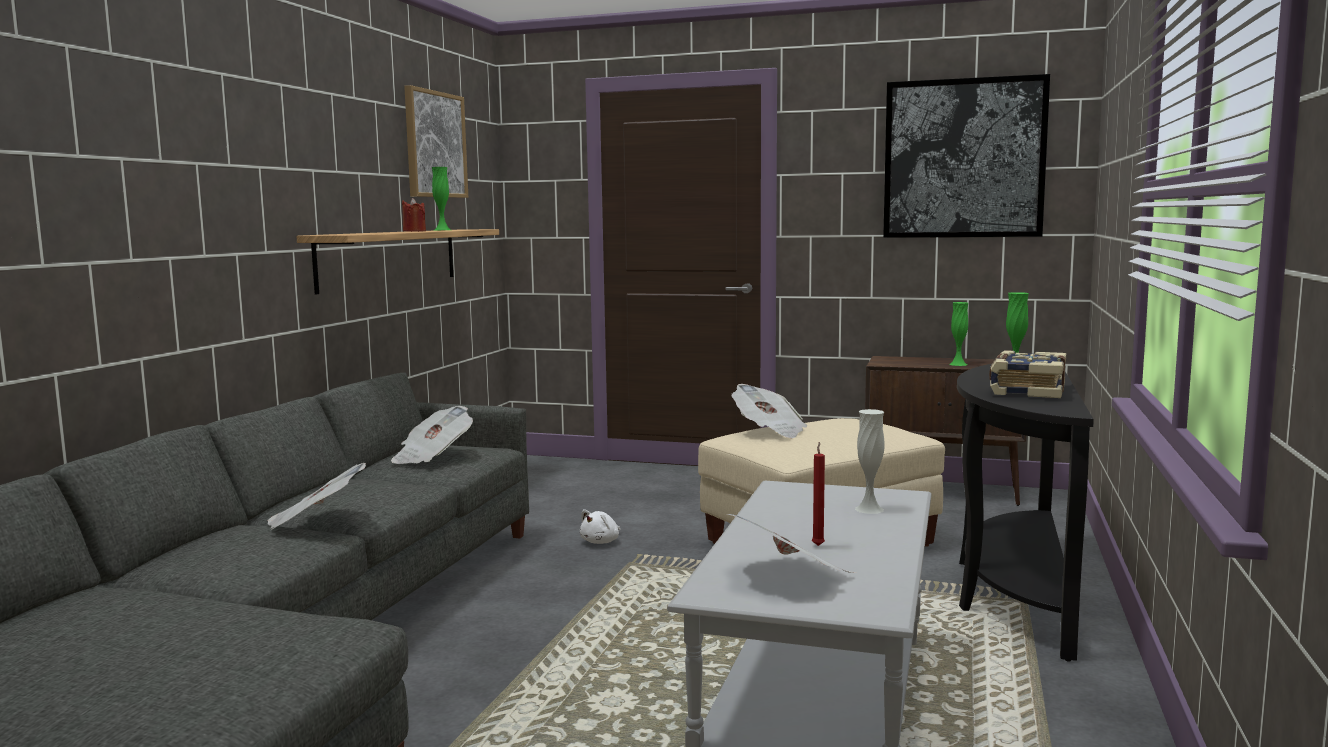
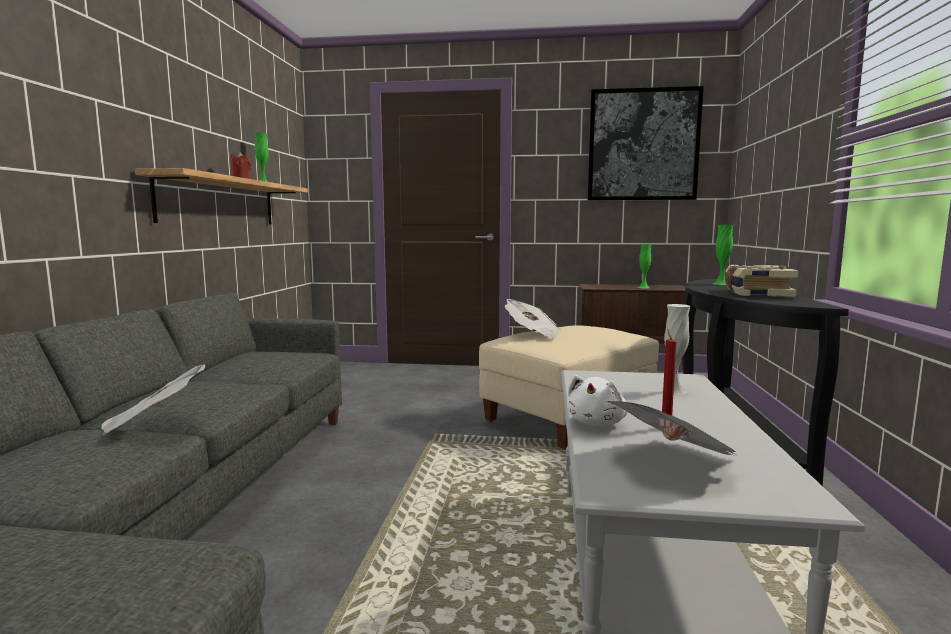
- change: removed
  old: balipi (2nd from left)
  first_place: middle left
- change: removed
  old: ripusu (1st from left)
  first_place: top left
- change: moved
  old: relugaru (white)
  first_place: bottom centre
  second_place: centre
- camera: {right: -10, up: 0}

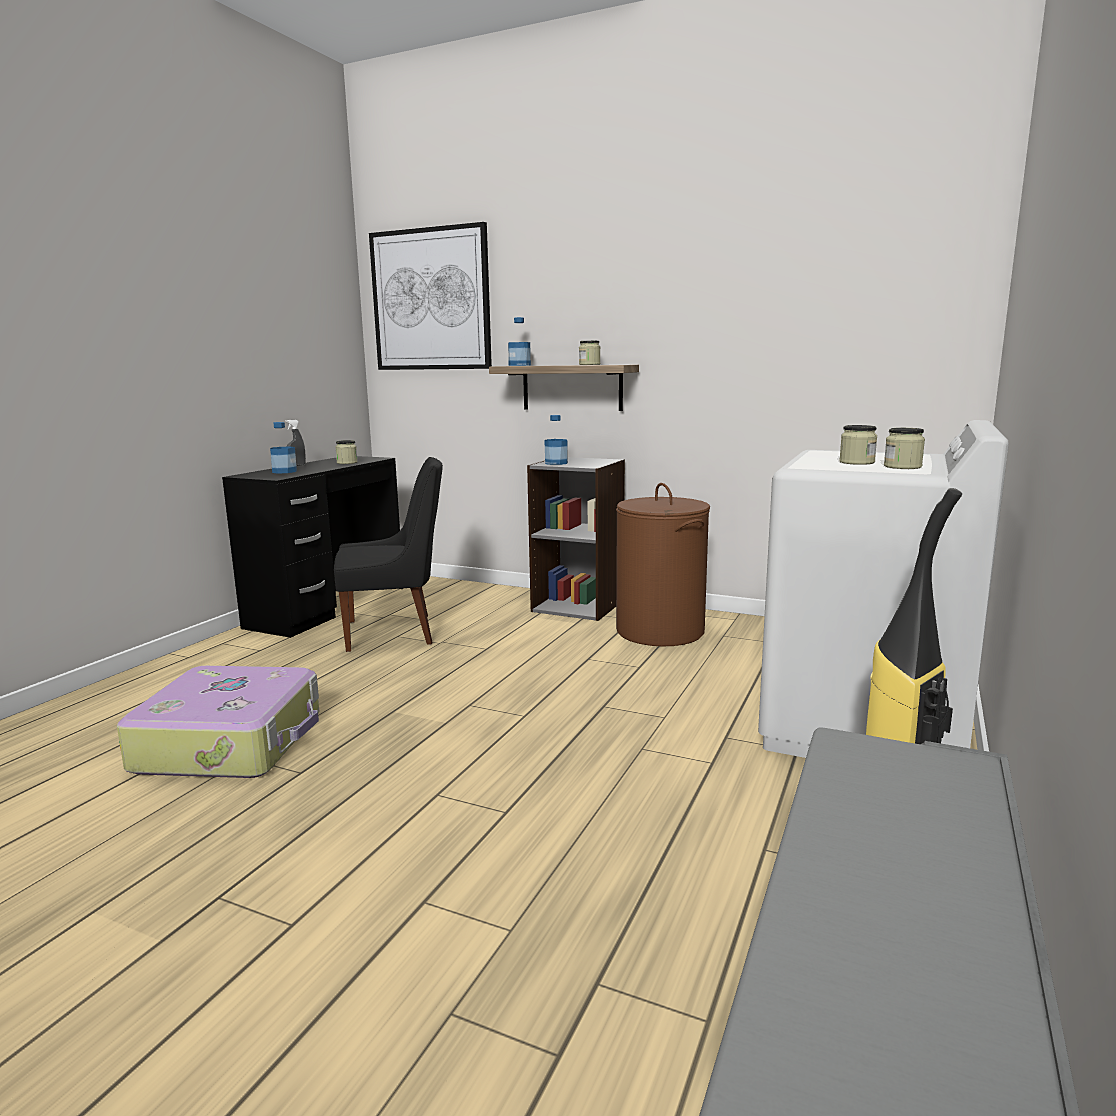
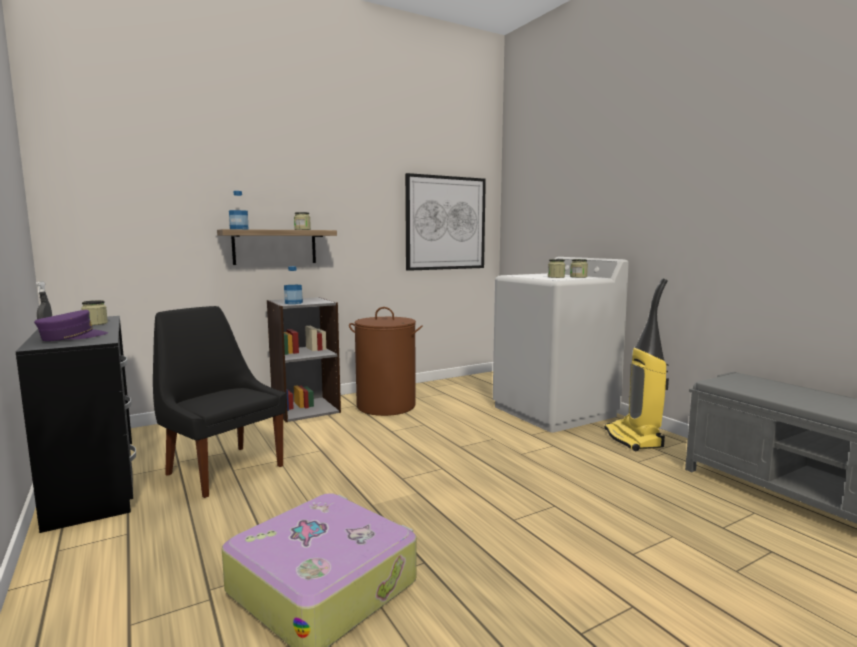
- change: moved
  old: ripusu
  first_place: top centre
  second_place: centre
- change: replaced
  old: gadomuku (1st from left)
  new: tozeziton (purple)
  first_place: middle left
  second_place: middle left
- change: turned
  old: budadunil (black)
  first_place: centre
  second_place: middle left
  degrees: -75
- camera: {right: -55, up: -5}

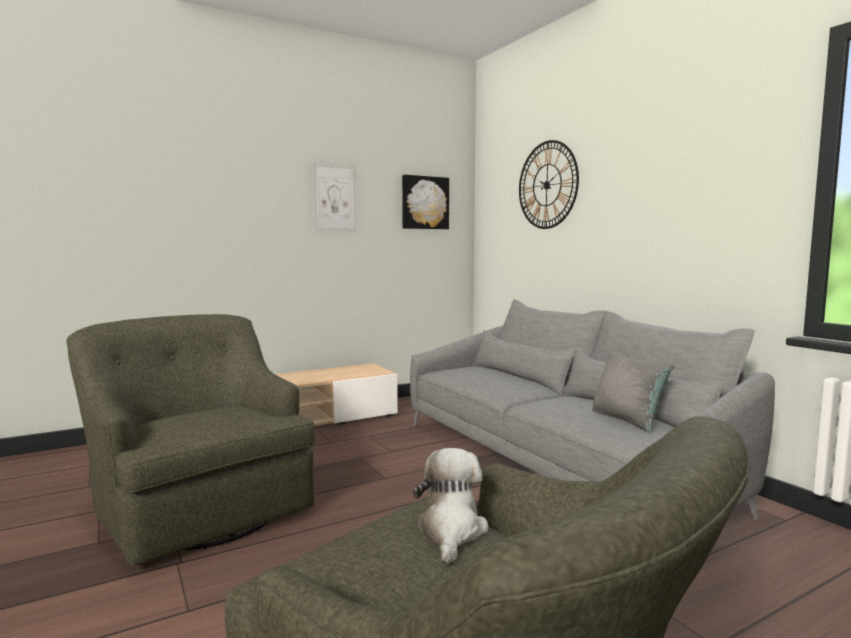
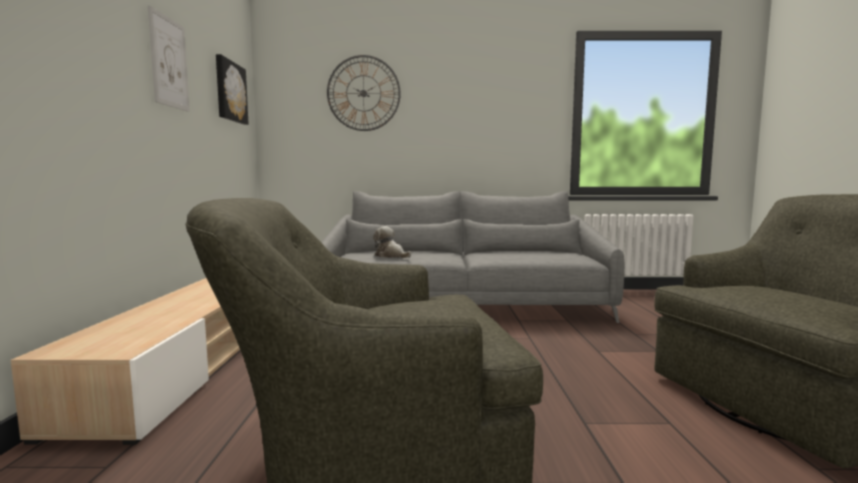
- change: removed
  old: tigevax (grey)
  first_place: middle right
- change: moved
  old: relugaru
  first_place: bottom centre
  second_place: centre
- camera: {right: -60, up: 0}

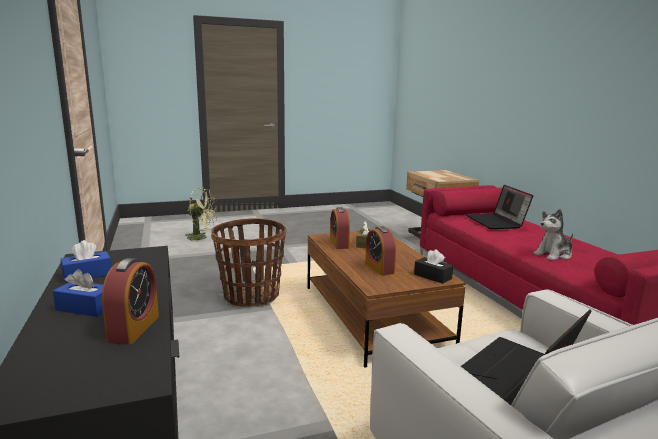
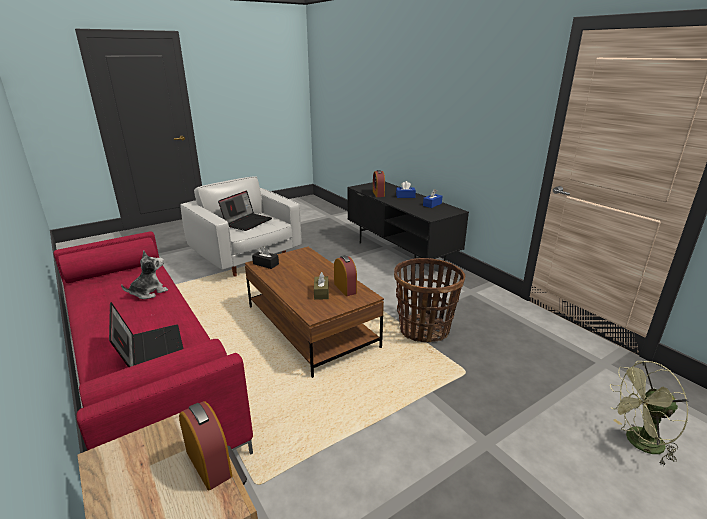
- change: moved
  old: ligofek (3rd from left in the first image)
  new: ligofek (1st from left)
  first_place: centre
  second_place: bottom left
- camera: {right: 165, up: 10}

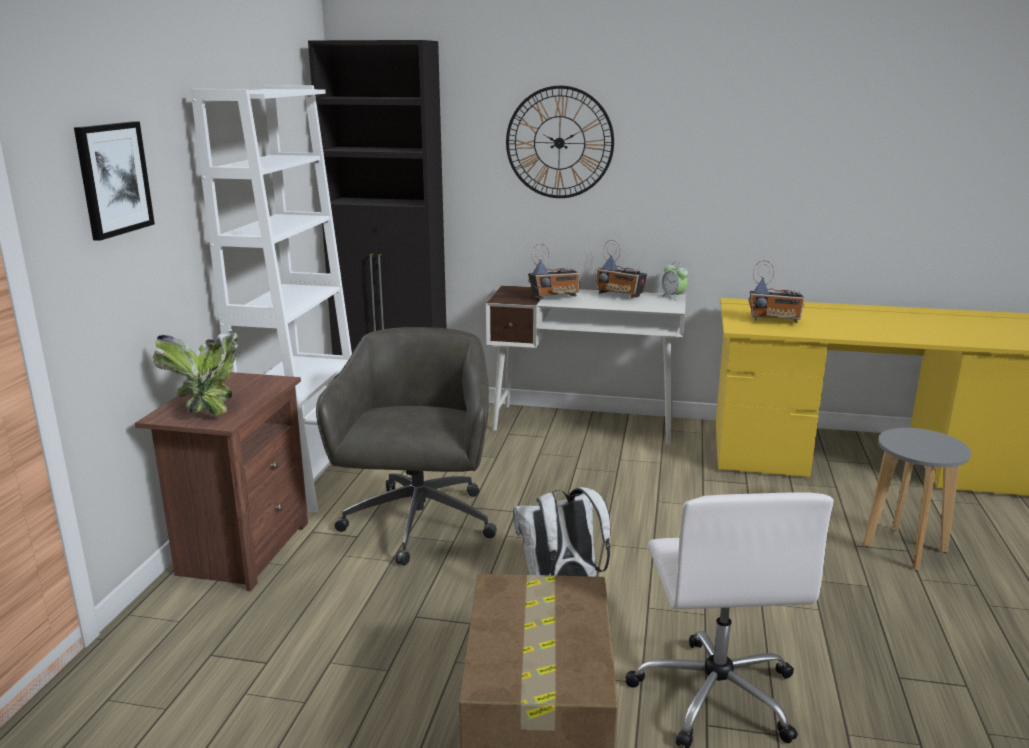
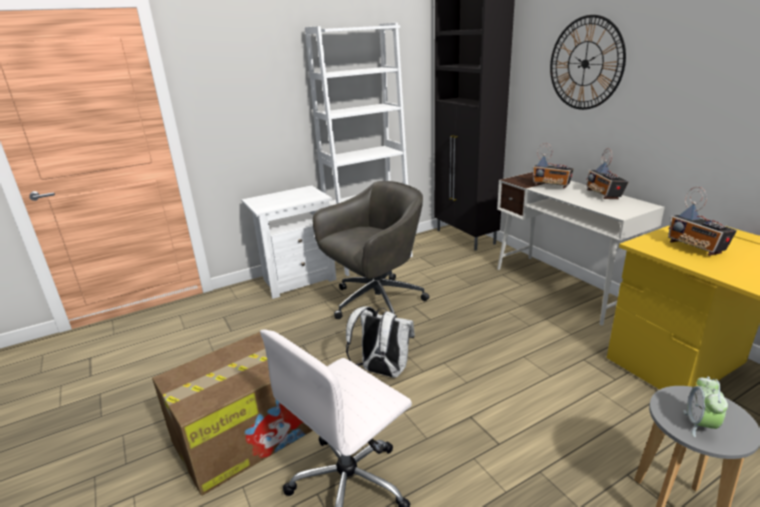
- change: removed
  old: ripusu
  first_place: top left
- change: removed
  old: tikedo
  first_place: middle left
- change: moved
  old: ligofek
  first_place: centre
  second_place: bottom right
- change: recoloured
  old: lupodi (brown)
  new: lupodi (white)
  first_place: middle left
  second_place: centre
- camera: {right: 50, up: 5}

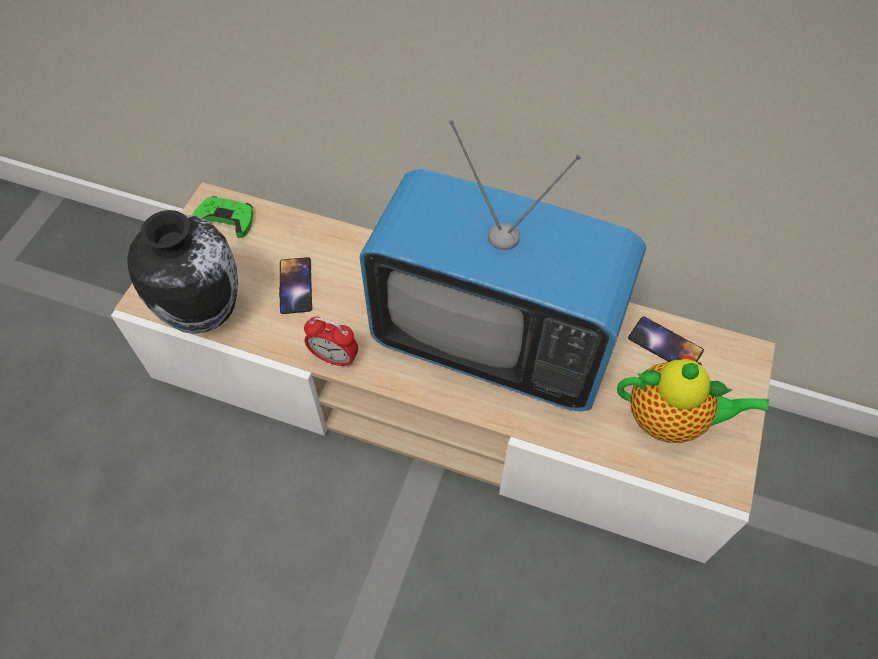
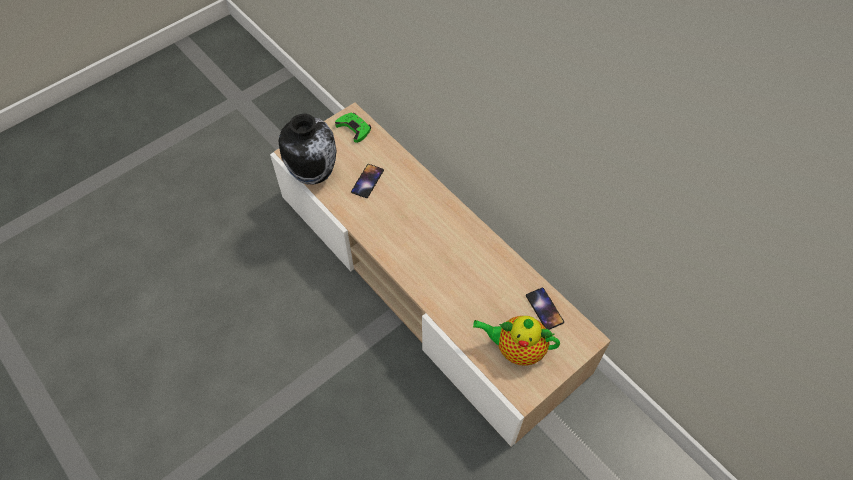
- change: removed
  old: ligofek
  first_place: centre
- change: removed
  old: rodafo
  first_place: centre
- change: turned
  old: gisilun
  first_place: middle right
  second_place: bottom centre
  degrees: 150
- camera: {right: 30, up: 0}

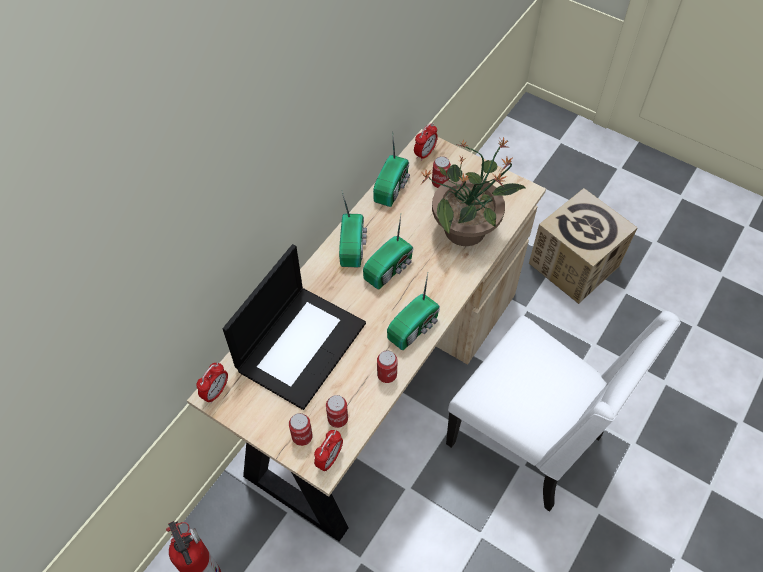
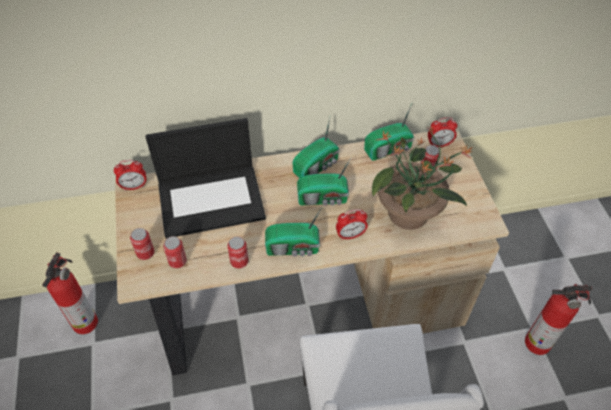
- change: moved
  old: ligofek (2nd from left)
  first_place: bottom centre
  second_place: centre
- change: replaced
  old: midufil
  new: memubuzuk (2nd from left)
  first_place: middle right
  second_place: bottom right
- camera: {right: 45, up: -5}

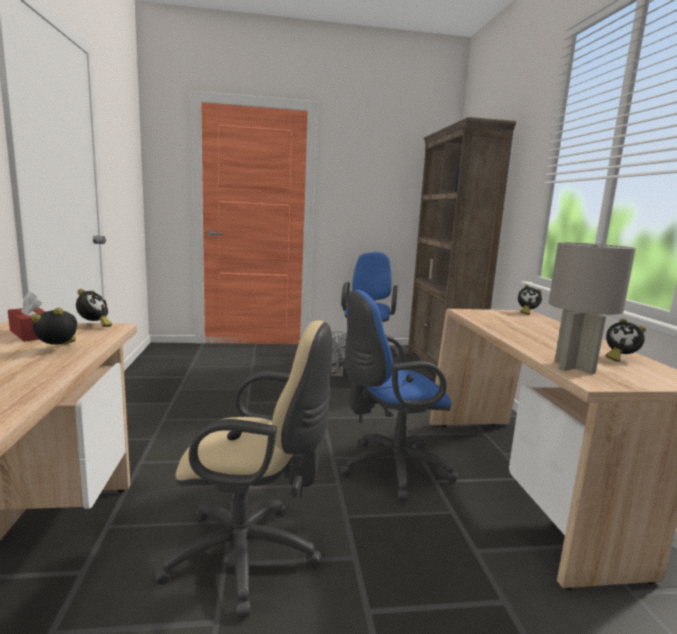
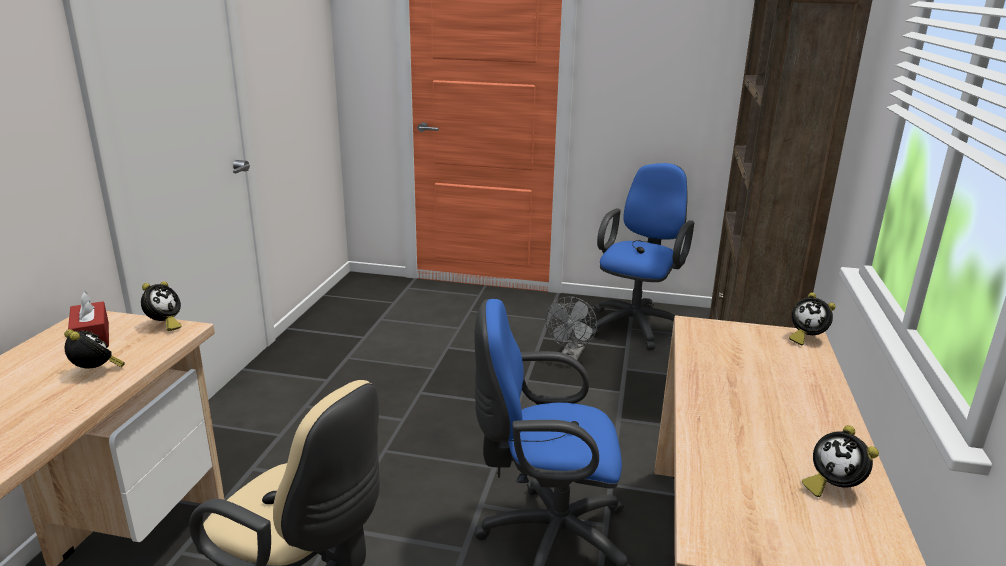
- change: removed
  old: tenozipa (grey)
  first_place: middle right
- change: turned
  old: ligofek (1st from left)
  first_place: middle left
  second_place: middle left
  degrees: 45
- camera: {right: 20, up: 10}

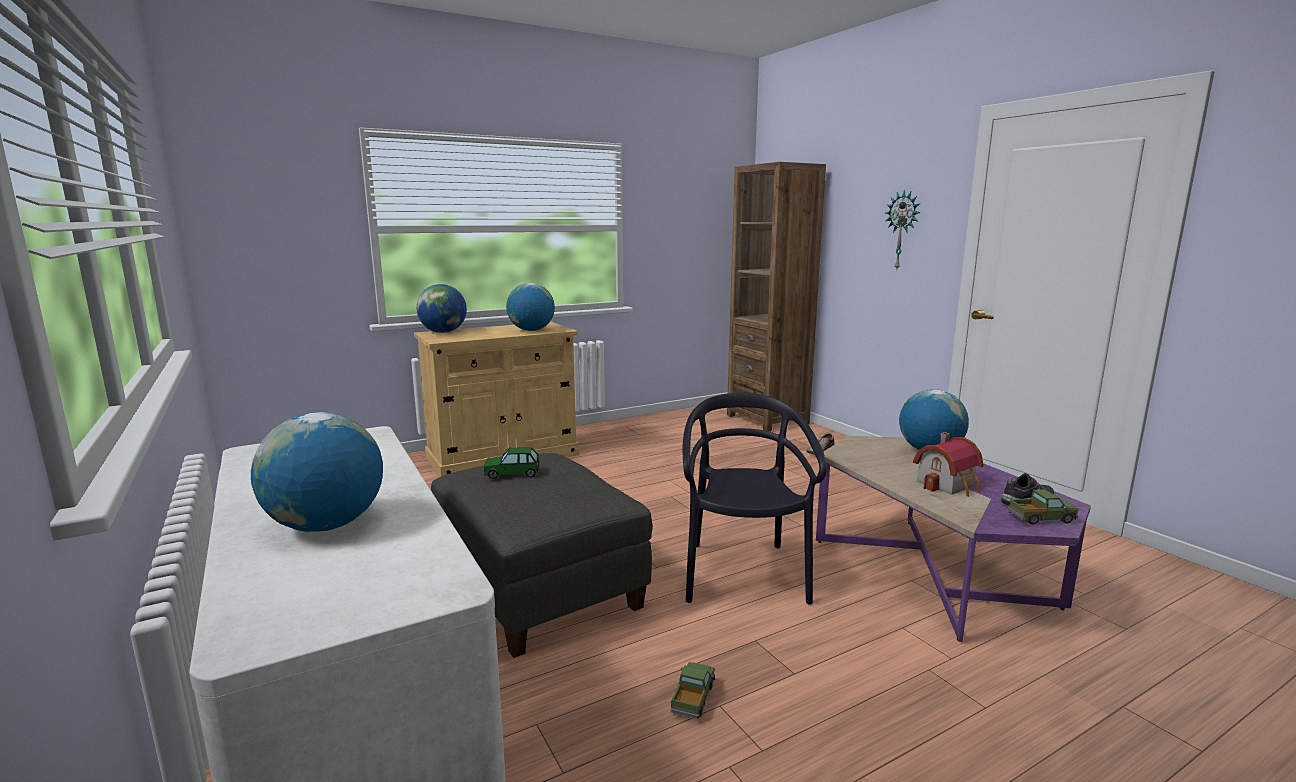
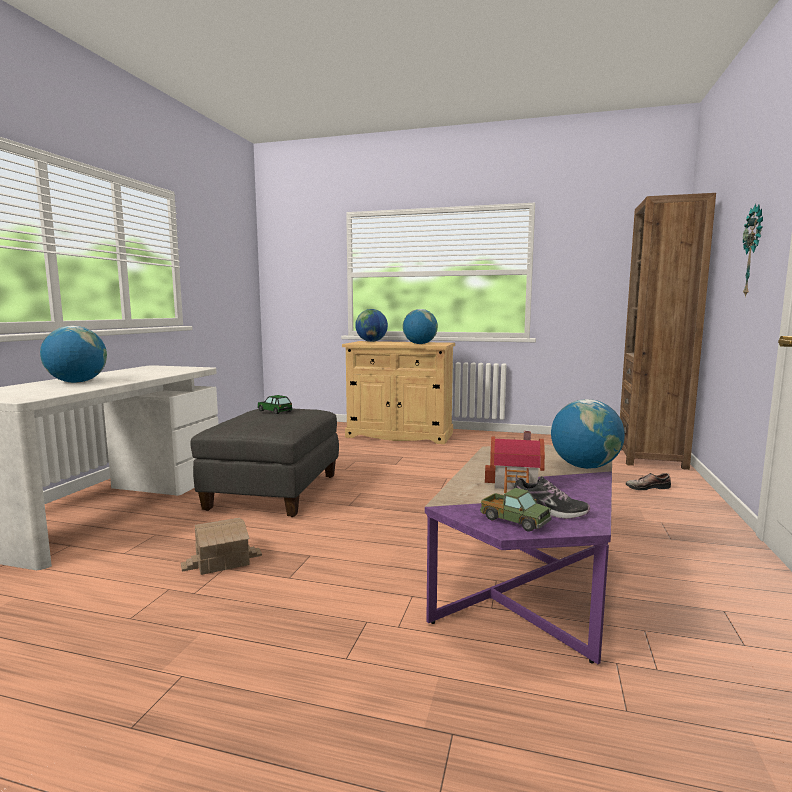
- change: removed
  old: budadunil (black)
  first_place: centre
- change: replaced
  old: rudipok (1st from left)
  new: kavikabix (1st from left)
  first_place: bottom centre
  second_place: bottom left
- camera: {right: 45, up: -5}

